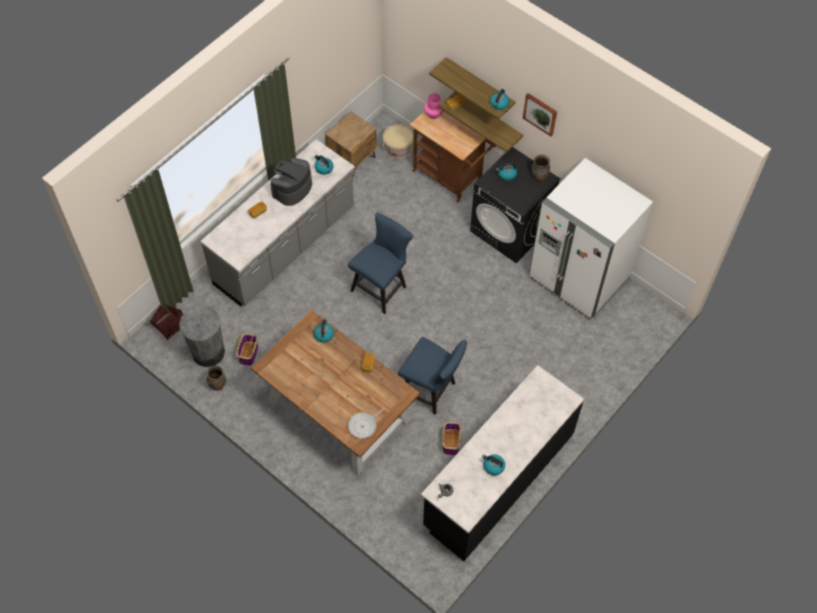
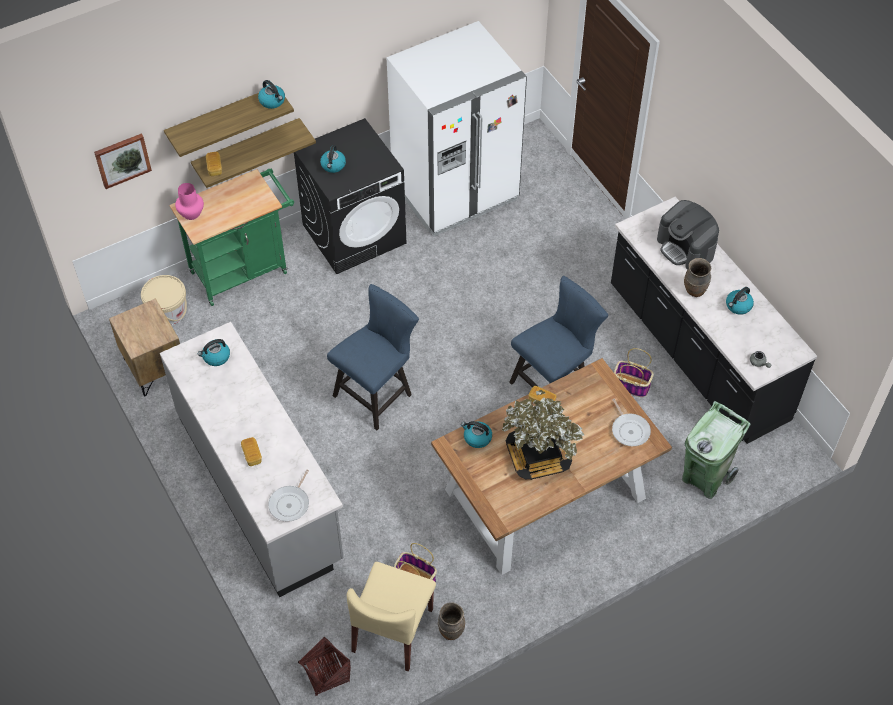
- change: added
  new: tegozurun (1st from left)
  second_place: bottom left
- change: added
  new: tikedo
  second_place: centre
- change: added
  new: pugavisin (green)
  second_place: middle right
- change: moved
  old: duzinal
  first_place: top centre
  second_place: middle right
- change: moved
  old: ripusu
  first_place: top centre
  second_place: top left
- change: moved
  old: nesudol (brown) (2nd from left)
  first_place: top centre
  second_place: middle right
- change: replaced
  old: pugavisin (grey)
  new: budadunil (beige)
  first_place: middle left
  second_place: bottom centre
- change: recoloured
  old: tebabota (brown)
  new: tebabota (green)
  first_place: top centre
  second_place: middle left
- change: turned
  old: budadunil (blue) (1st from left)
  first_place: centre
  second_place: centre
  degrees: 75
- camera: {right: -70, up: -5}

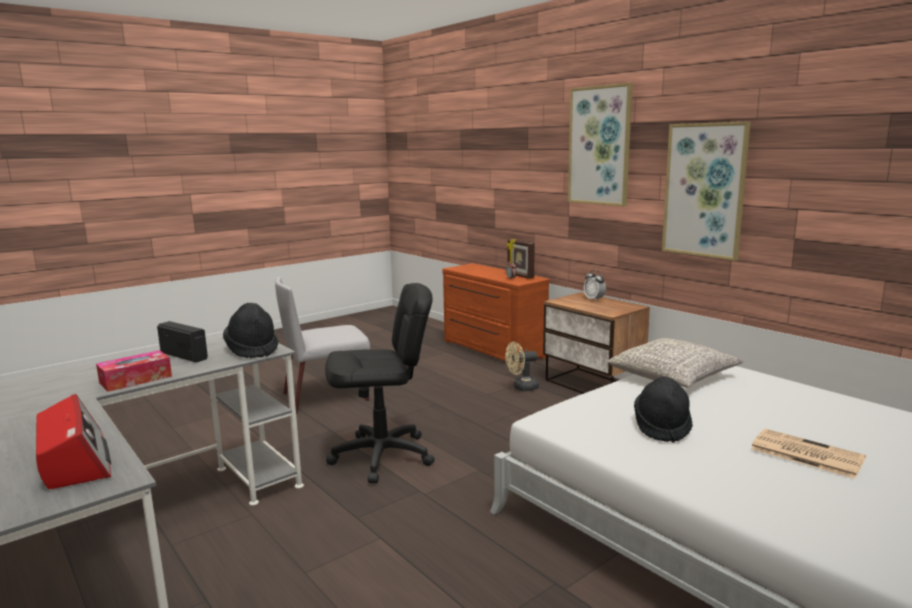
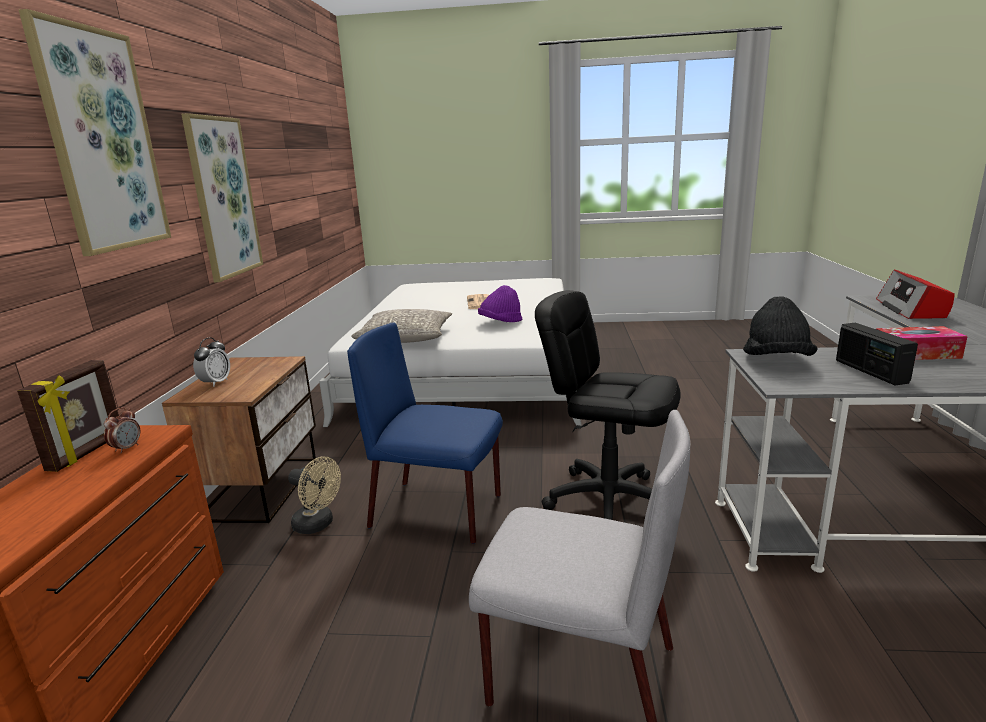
- change: added
  new: budadunil (blue)
  second_place: centre
- change: recoloured
  old: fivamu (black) (2nd from left)
  new: fivamu (purple)
  first_place: bottom right
  second_place: centre
- camera: {right: -135, up: 5}

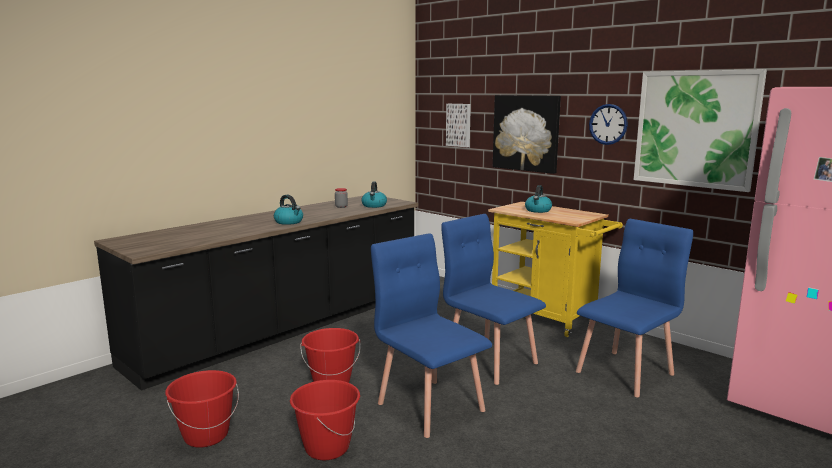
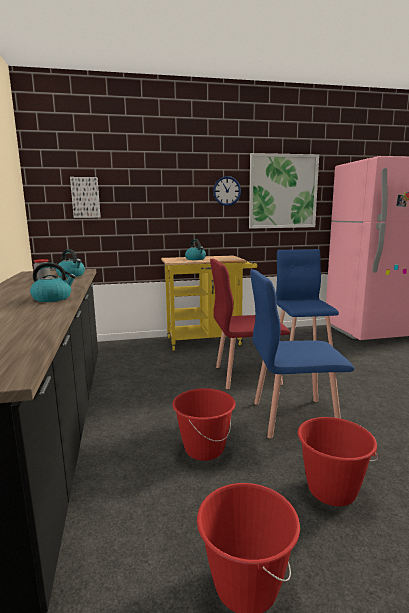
- change: removed
  old: ripusu (2nd from left)
  first_place: top centre
- change: recoloured
  old: budadunil (blue) (2nd from left)
  new: budadunil (red)
  first_place: centre
  second_place: centre
- camera: {right: -55, up: 0}

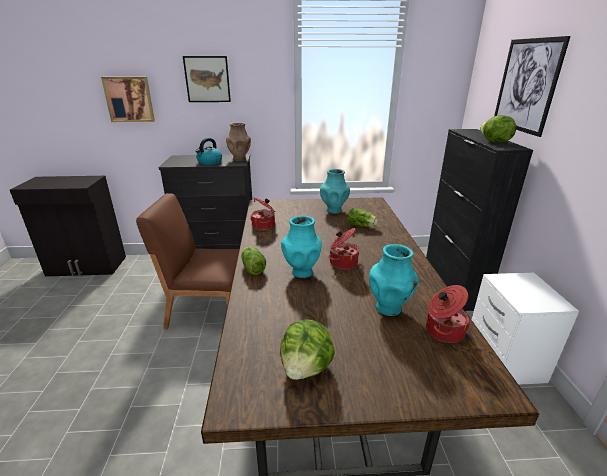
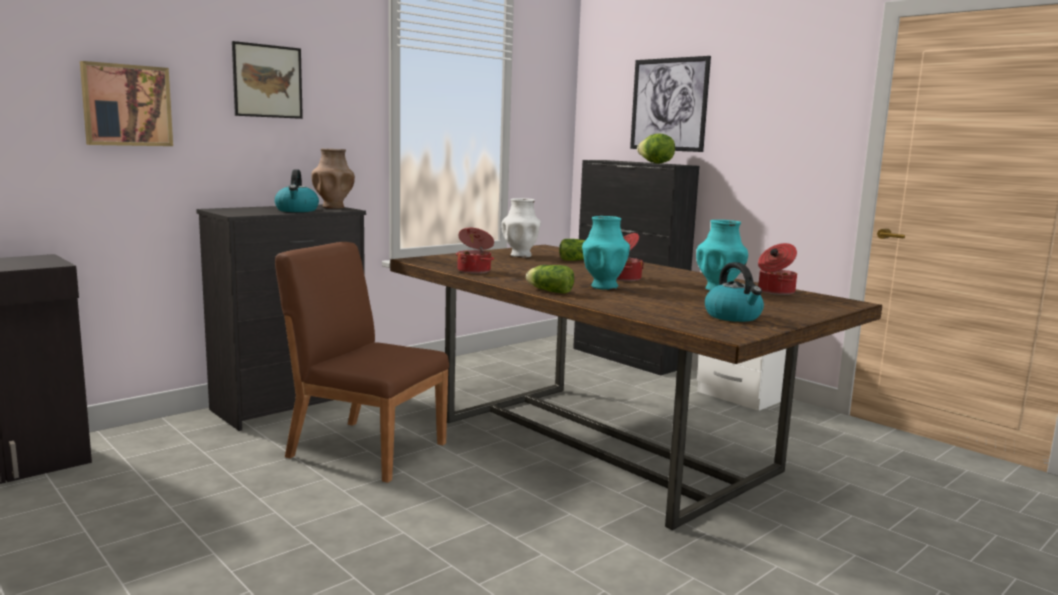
- change: replaced
  old: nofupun (2nd from left)
  new: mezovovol (2nd from left)
  first_place: bottom centre
  second_place: middle right
- change: recoloured
  old: nesudol (turquoise) (2nd from left)
  new: nesudol (white)
  first_place: centre
  second_place: centre
- change: turned
  old: budadunil (brown)
  first_place: middle left
  second_place: centre
  degrees: 60
- camera: {right: -40, up: -15}

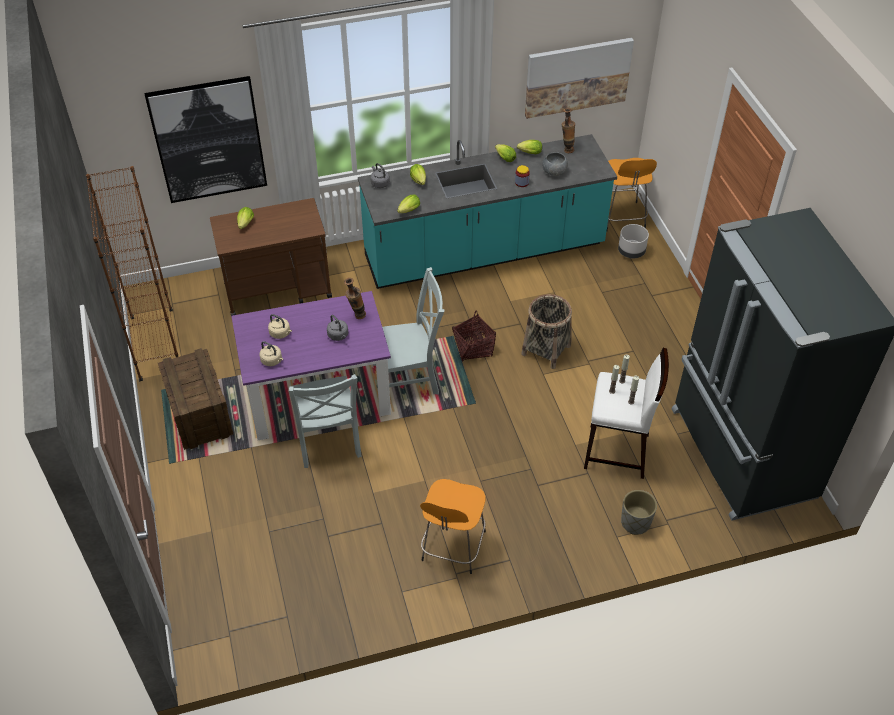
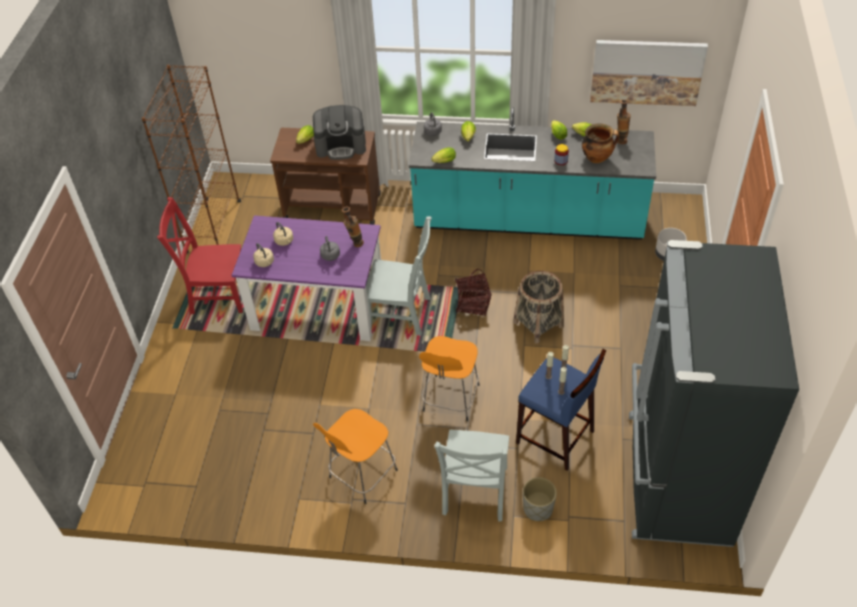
- change: removed
  old: ripusu (1st from left)
  first_place: top left
- change: added
  new: duzinal
  second_place: top centre
- change: moved
  old: budadunil (grey) (1st from left in the first image)
  new: budadunil (grey) (2nd from left)
  first_place: centre
  second_place: bottom centre
- change: moved
  old: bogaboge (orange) (2nd from left)
  first_place: top right
  second_place: centre
- change: replaced
  old: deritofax
  new: budadunil (red)
  first_place: middle left
  second_place: middle left
- change: replaced
  old: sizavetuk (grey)
  new: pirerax
  first_place: top centre
  second_place: top right
- change: recoloured
  old: bogaboge (white)
  new: bogaboge (blue)
  first_place: middle right
  second_place: bottom centre
- camera: {right: 25, up: 0}

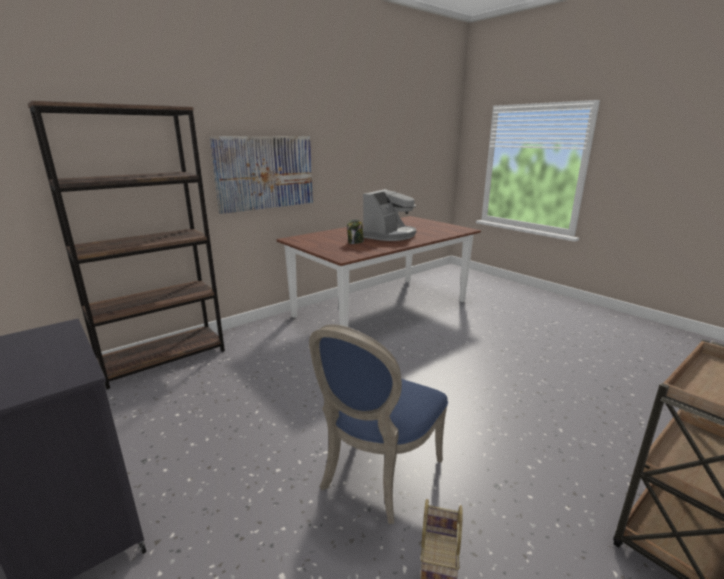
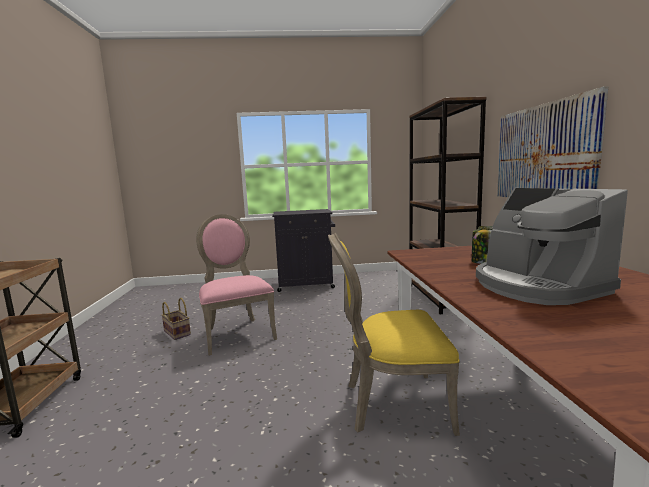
- change: added
  new: budadunil (yellow)
  second_place: bottom centre
- change: recoloured
  old: budadunil (blue)
  new: budadunil (pink)
  first_place: bottom centre
  second_place: centre
- camera: {right: 125, up: -10}

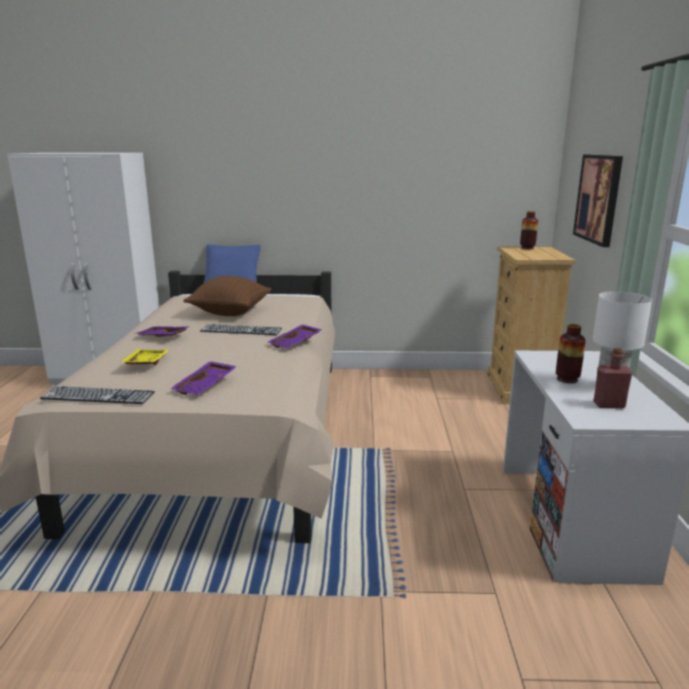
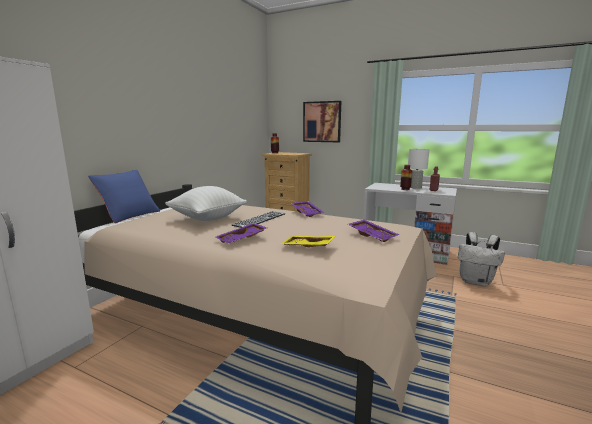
- change: removed
  old: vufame (1st from left)
  first_place: middle left
- change: added
  new: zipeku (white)
  second_place: middle right
- change: recoloured
  old: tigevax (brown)
  new: tigevax (white)
  first_place: middle left
  second_place: centre
- camera: {right: -65, up: -5}

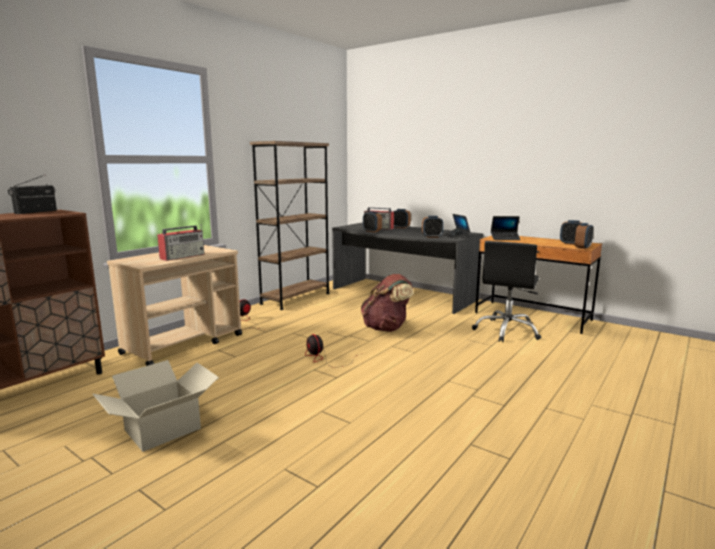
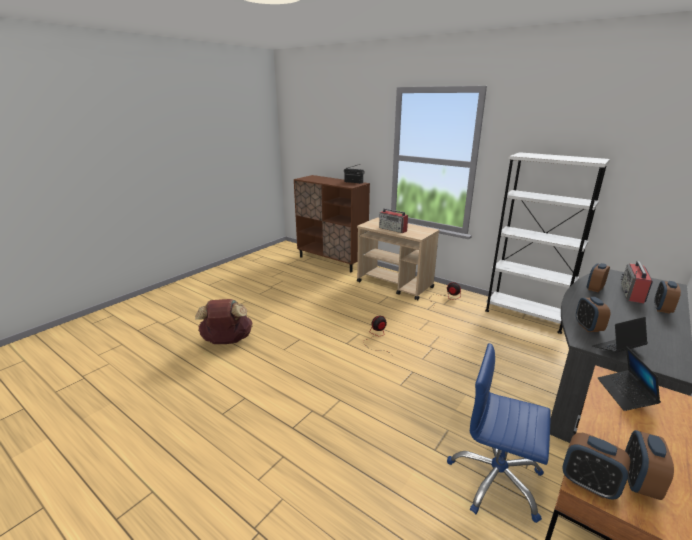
- change: removed
  old: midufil
  first_place: bottom left
- change: moved
  old: zipeku (brown)
  first_place: centre
  second_place: middle left
- change: recoloured
  old: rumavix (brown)
  new: rumavix (white)
  first_place: centre
  second_place: middle right
- change: recoloured
  old: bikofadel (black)
  new: bikofadel (blue)
  first_place: middle right
  second_place: bottom right
- camera: {right: 90, up: 10}

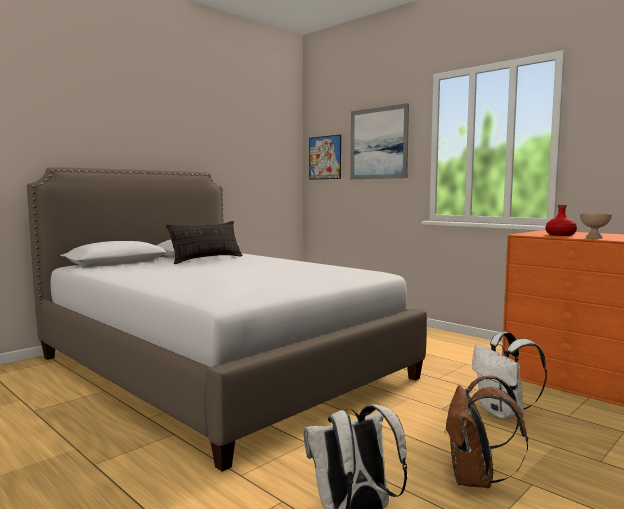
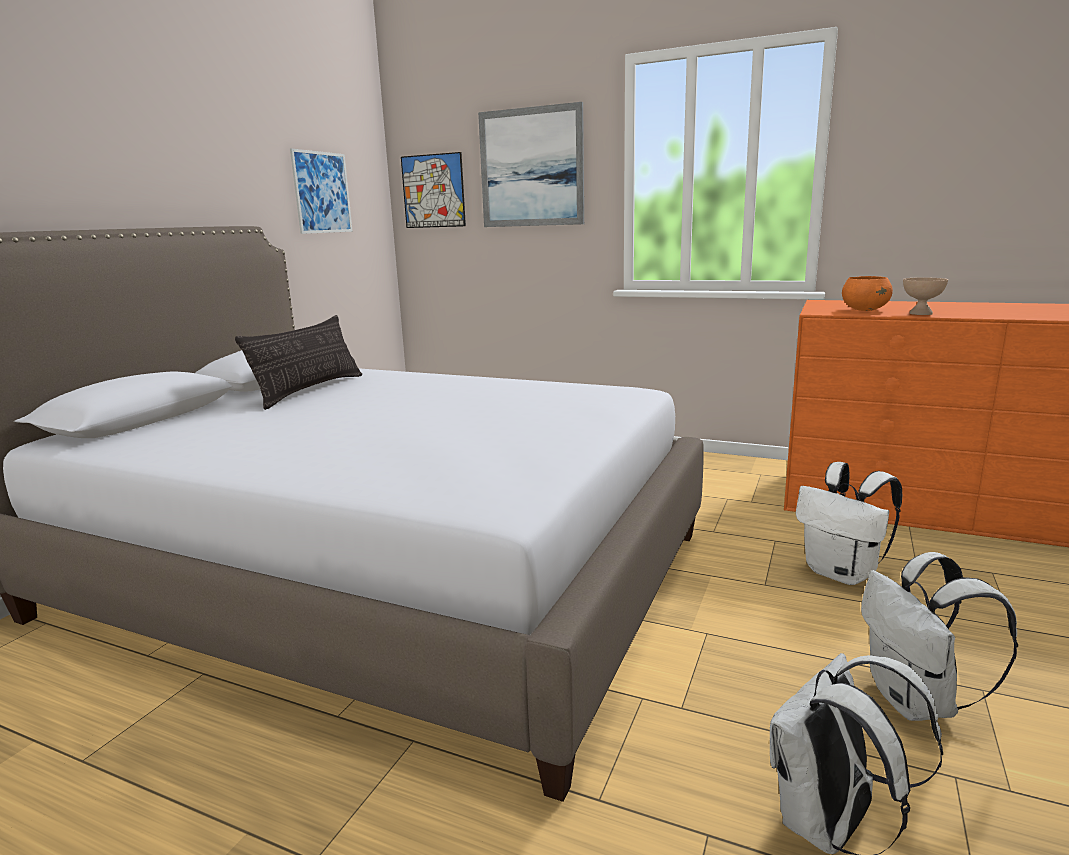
- change: added
  new: ripusu (1st from left)
  second_place: top left
- change: replaced
  old: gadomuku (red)
  new: sizavetuk (orange)
  first_place: middle right
  second_place: middle right
- change: recoloured
  old: zipeku (brown)
  new: zipeku (white) (3rd from left)
  first_place: bottom right
  second_place: bottom right
- camera: {right: -20, up: 10}

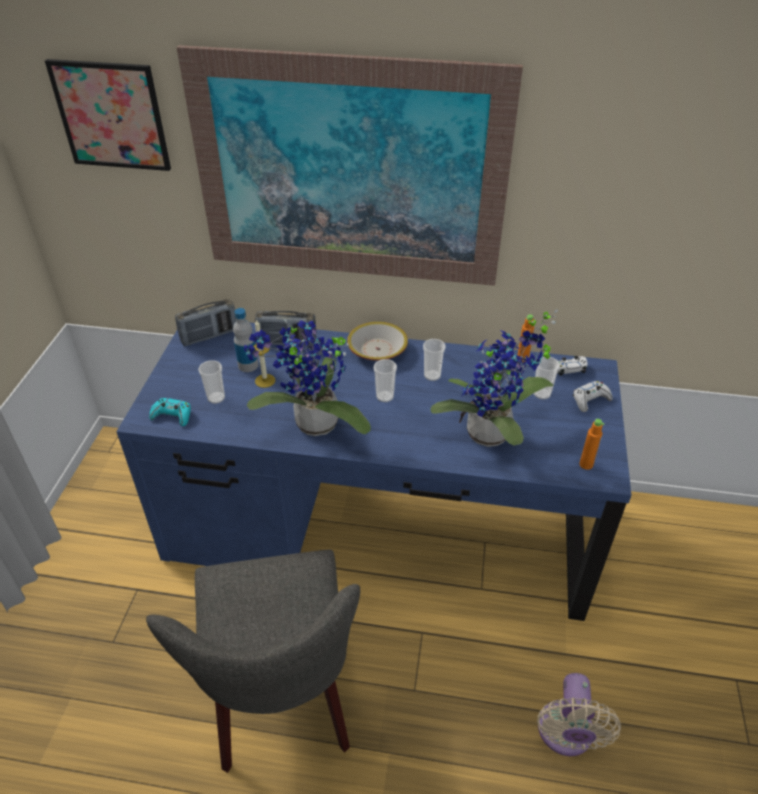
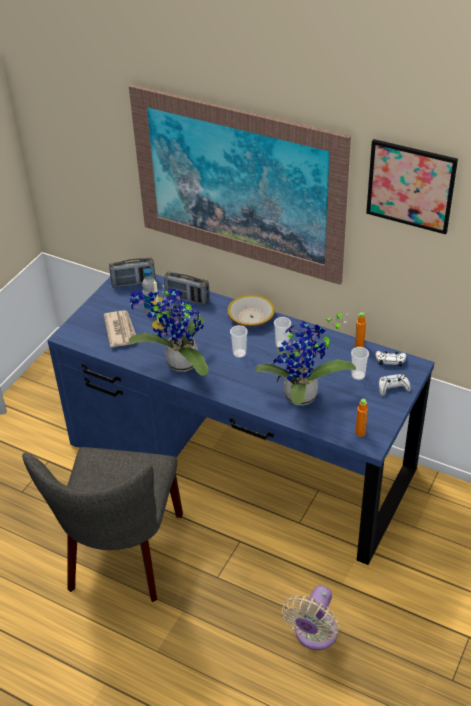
- change: removed
  old: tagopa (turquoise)
  first_place: middle left
- change: moved
  old: ripusu (1st from left in the first image)
  new: ripusu (2nd from left)
  first_place: top left
  second_place: top right
- change: replaced
  old: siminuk (1st from left)
  new: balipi
  first_place: middle left
  second_place: middle left
- camera: {right: 20, up: 0}

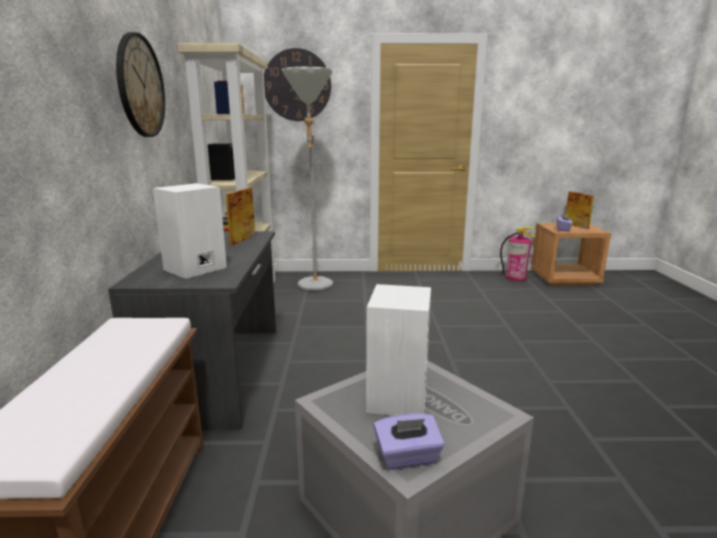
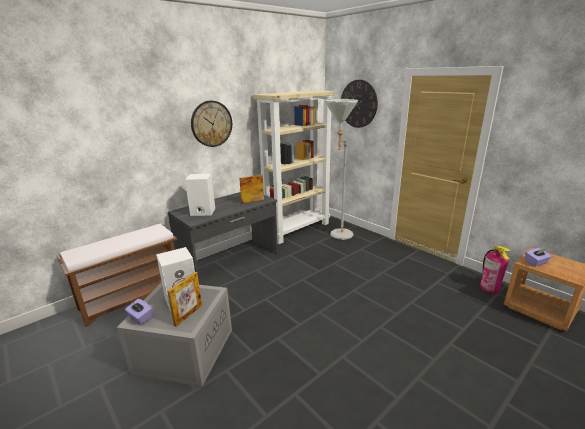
- change: moved
  old: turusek (2nd from left in the first image)
  new: turusek (1st from left)
  first_place: middle right
  second_place: bottom left
- camera: {right: 50, up: 5}

